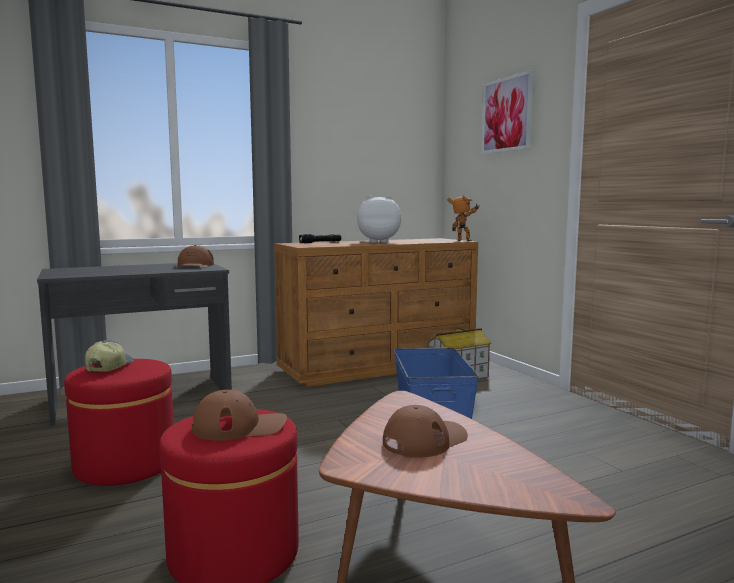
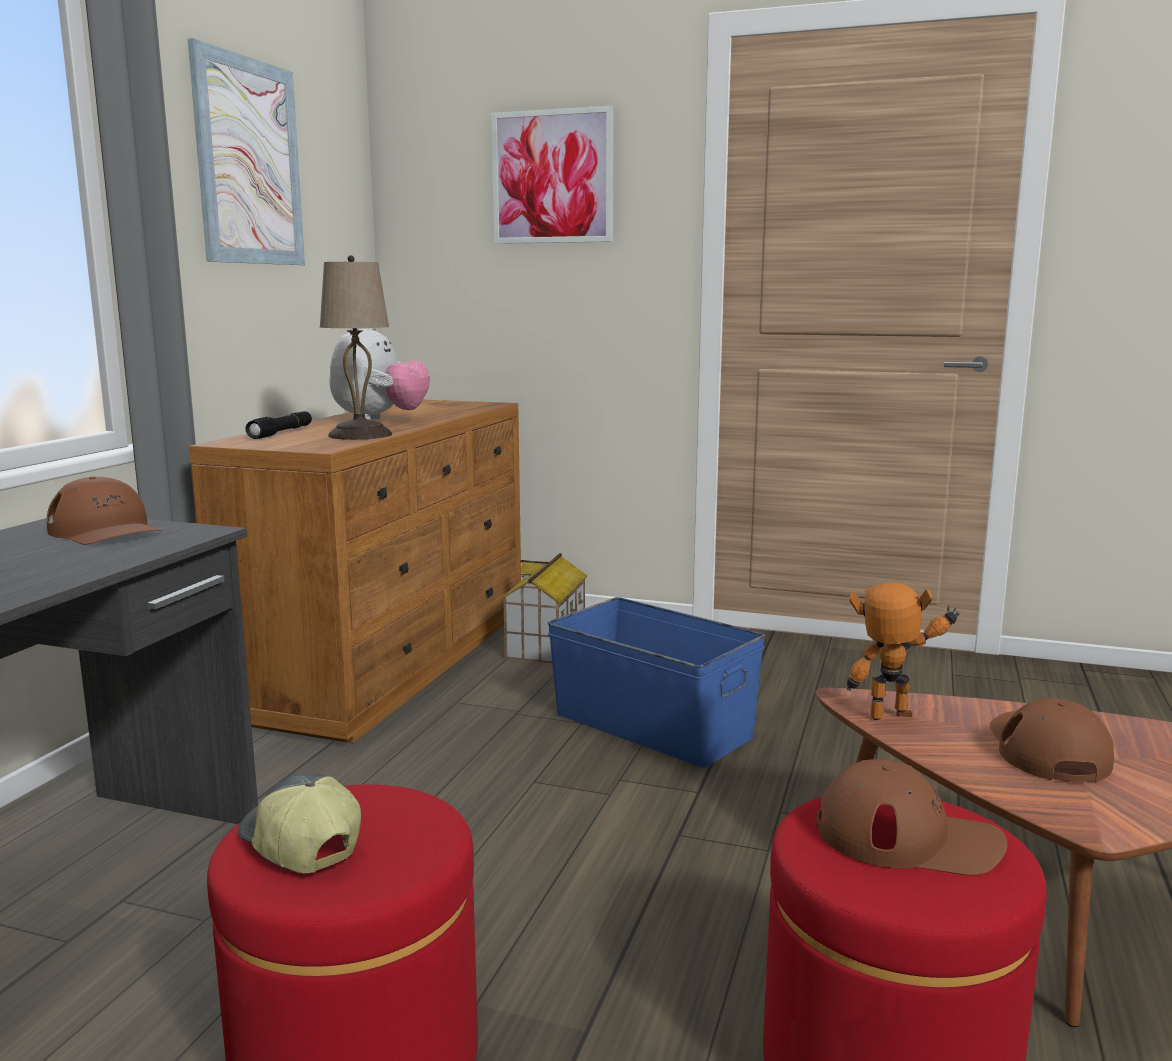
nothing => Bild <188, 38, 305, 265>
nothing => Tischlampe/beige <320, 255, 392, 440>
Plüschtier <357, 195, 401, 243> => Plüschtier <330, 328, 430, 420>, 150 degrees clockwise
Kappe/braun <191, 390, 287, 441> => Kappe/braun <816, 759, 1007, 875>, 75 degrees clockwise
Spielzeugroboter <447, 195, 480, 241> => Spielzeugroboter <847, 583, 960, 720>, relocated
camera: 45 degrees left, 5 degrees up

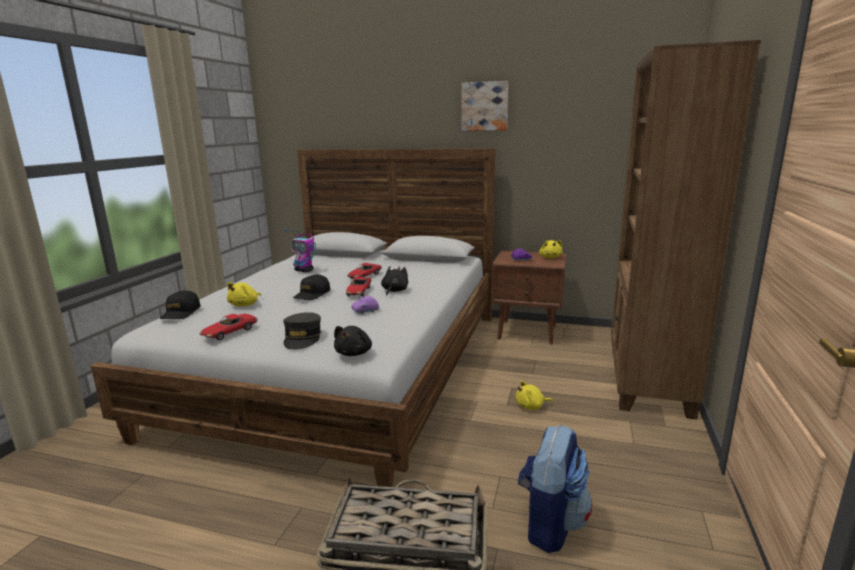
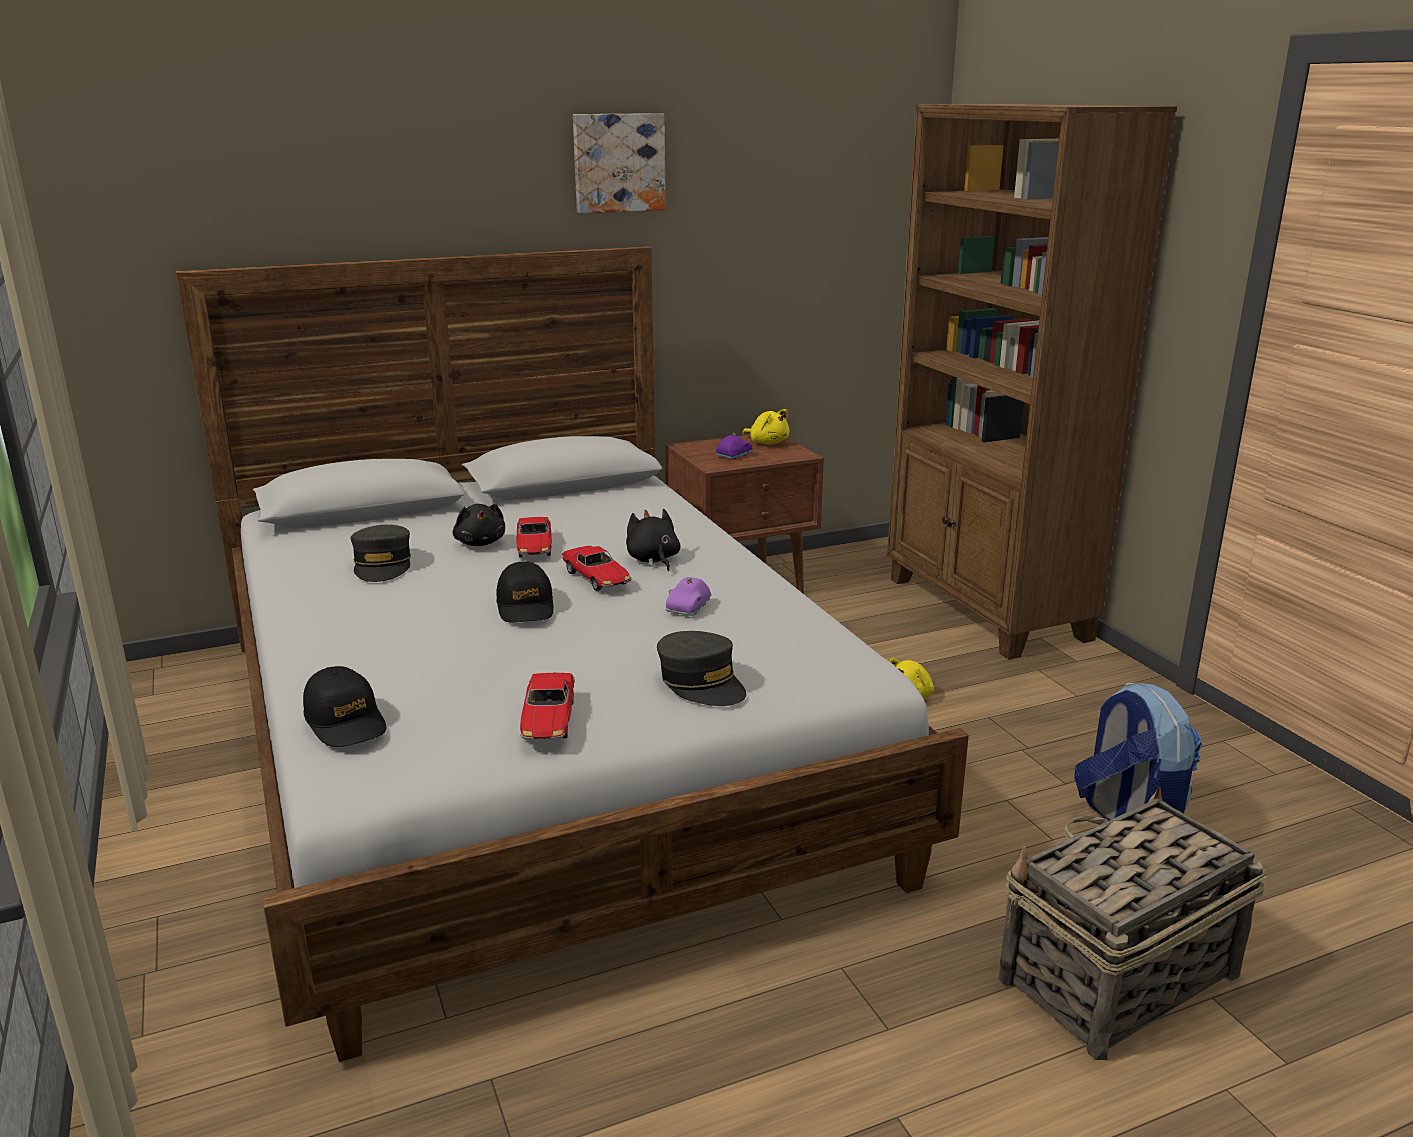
Spielzeugroboter <285, 229, 316, 272> => Kappe/grau <351, 525, 411, 582>
Plüschtier/schwarz <334, 326, 372, 356> => Plüschtier/schwarz <453, 504, 505, 546>, relocated
Plüschtier/gelb <227, 282, 261, 306> => nothing
camera: 40 degrees left, 5 degrees up

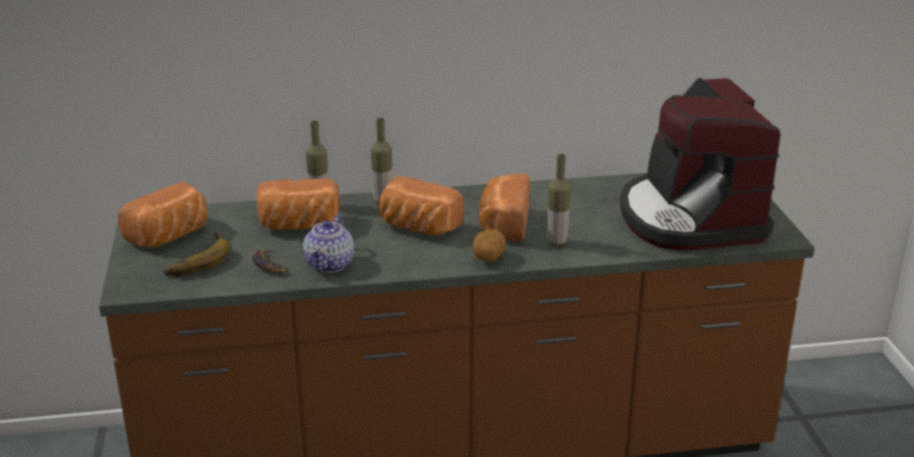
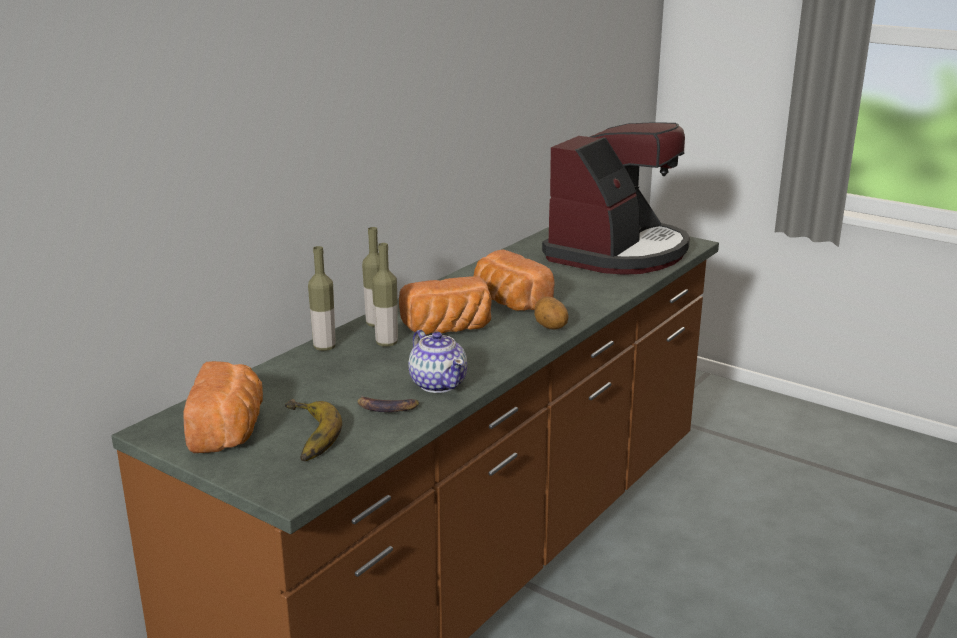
Flasche <547, 154, 571, 246> => Flasche <372, 243, 398, 347>, relocated
Kaffeemaschine <620, 78, 781, 251> => Kaffeemaschine <542, 122, 690, 275>, 90 degrees counterclockwise
Brot <257, 179, 340, 230> => nothing
camera: 45 degrees left, 5 degrees down

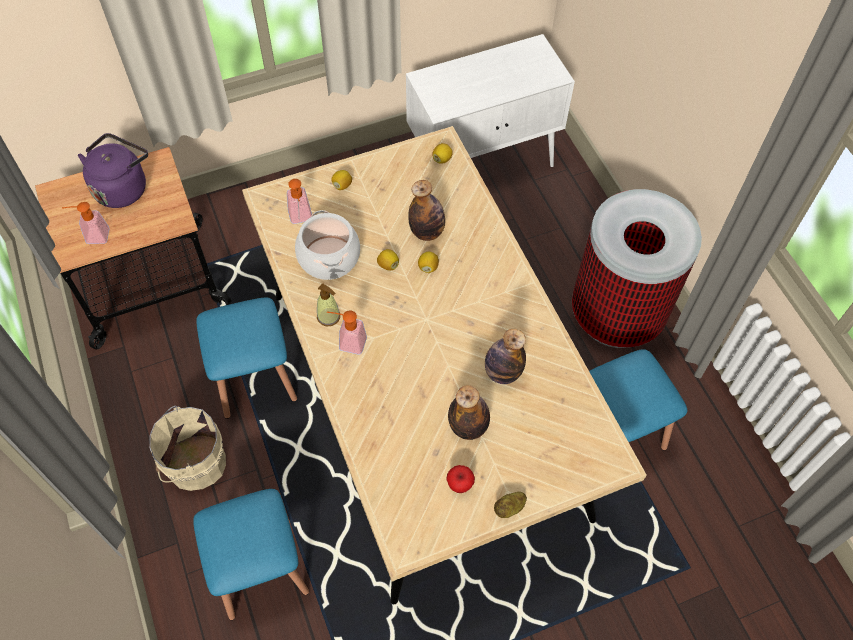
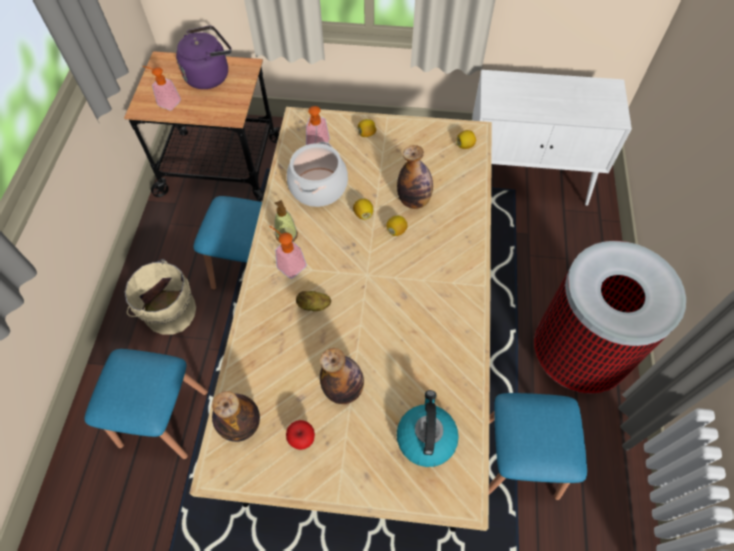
Flasche <485, 329, 526, 384> => Flasche <212, 391, 260, 442>, relocated
Kartoffel <494, 492, 527, 518> => Kartoffel <296, 291, 331, 311>, relocated
nothing => Wasserkessel <397, 390, 459, 467>
camera: 30 degrees right, 0 degrees up

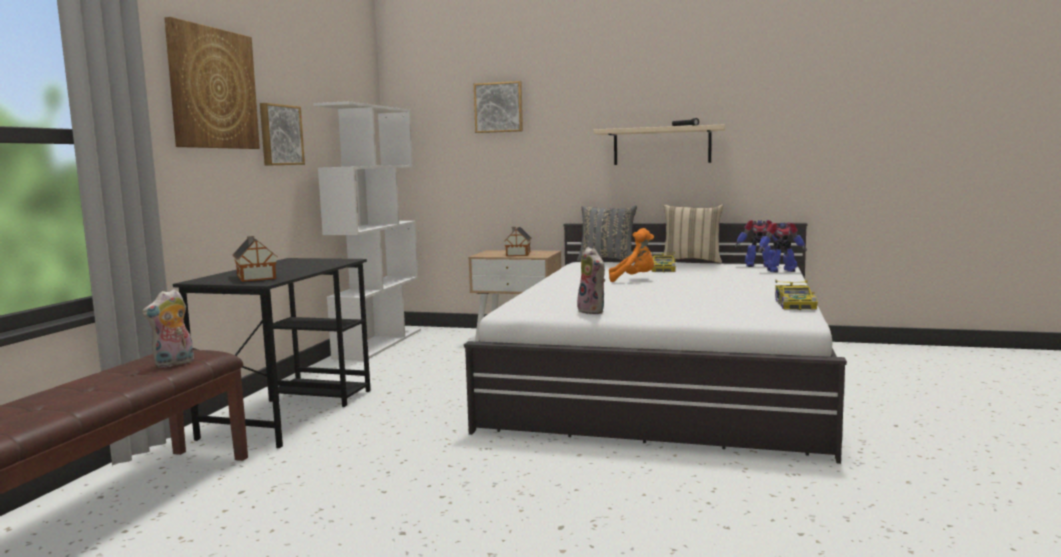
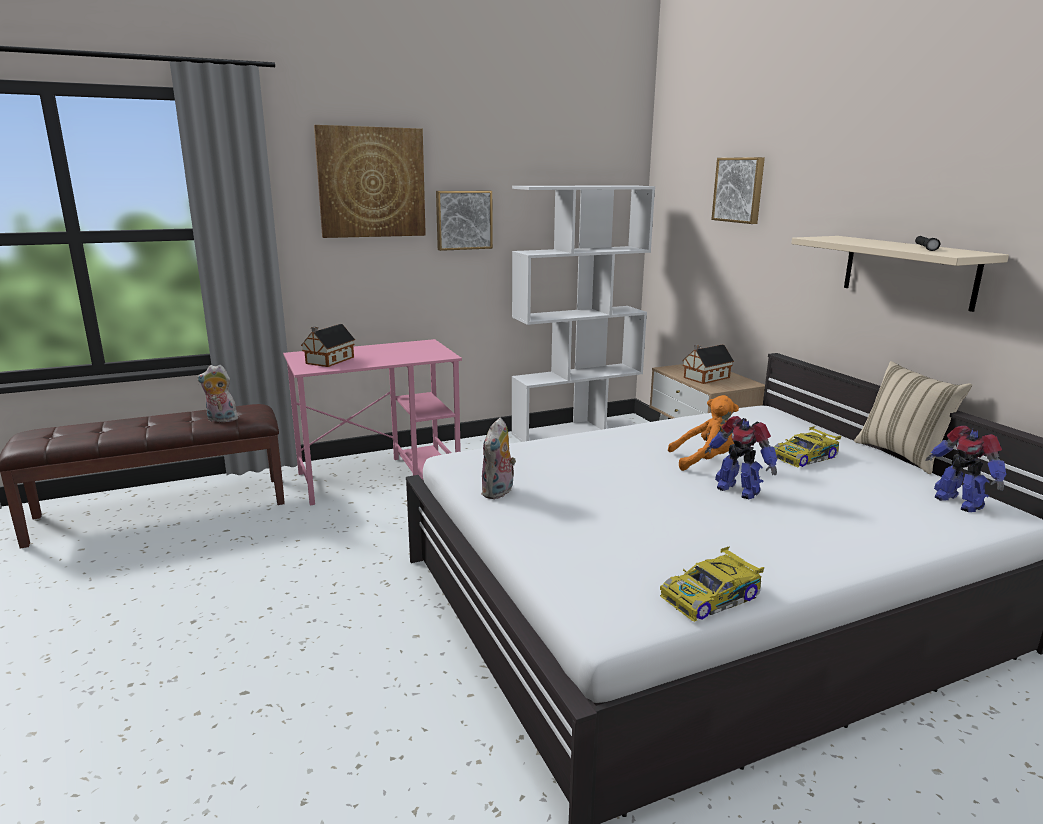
Schreibtisch/schwarz <173, 258, 371, 448> => Schreibtisch/rosa <283, 339, 462, 506>
Plüschtier/orange <609, 228, 654, 282> => Plüschtier/orange <668, 395, 739, 471>, 60 degrees counterclockwise
Spielzeugroboter <758, 222, 807, 273> => Spielzeugroboter <705, 416, 778, 499>, relocated
Kissen/grau <577, 206, 637, 261> => nothing
camera: 50 degrees right, 10 degrees up

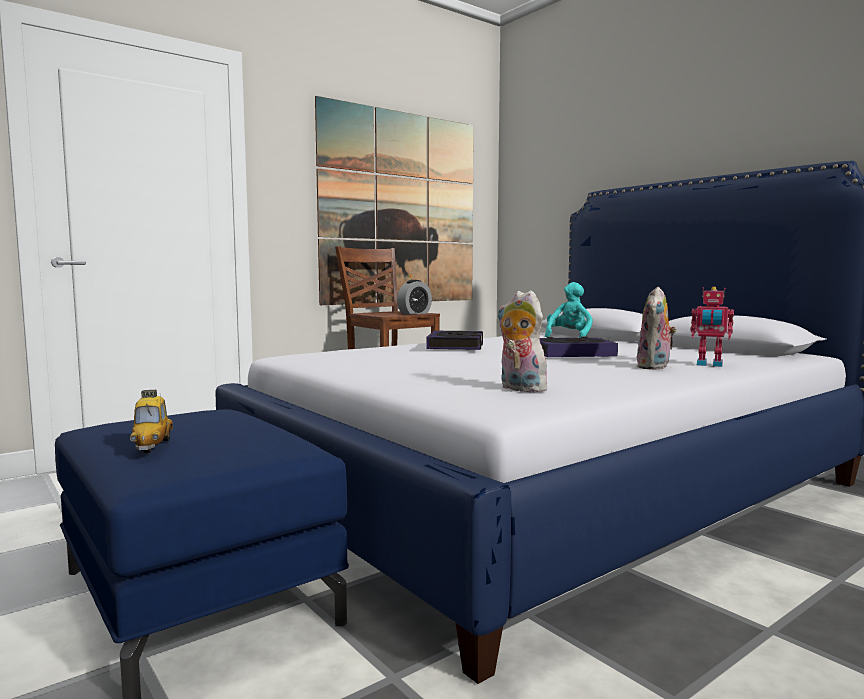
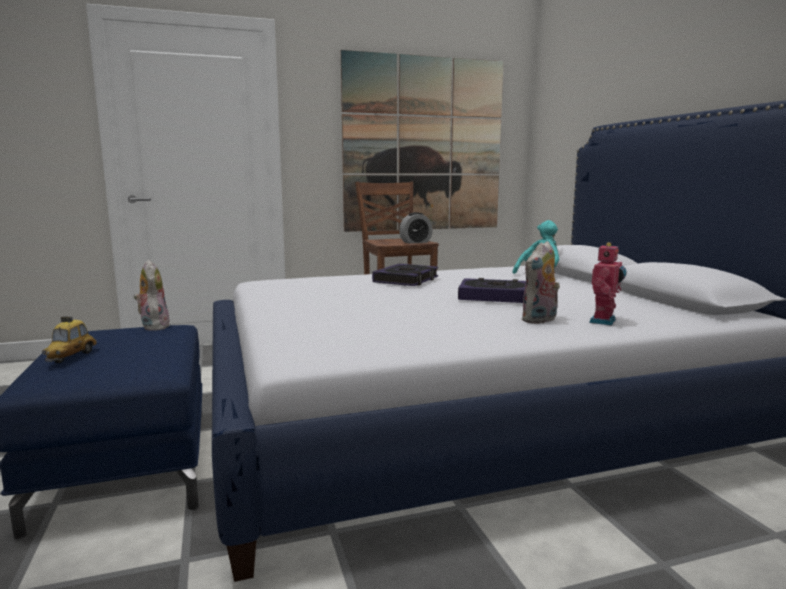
Plüschtier <497, 290, 552, 392> => Plüschtier <134, 260, 170, 331>, relocated
Spielzeugroboter <691, 287, 734, 367> => Spielzeugroboter <589, 242, 627, 326>, 105 degrees counterclockwise
camera: 20 degrees right, 5 degrees up

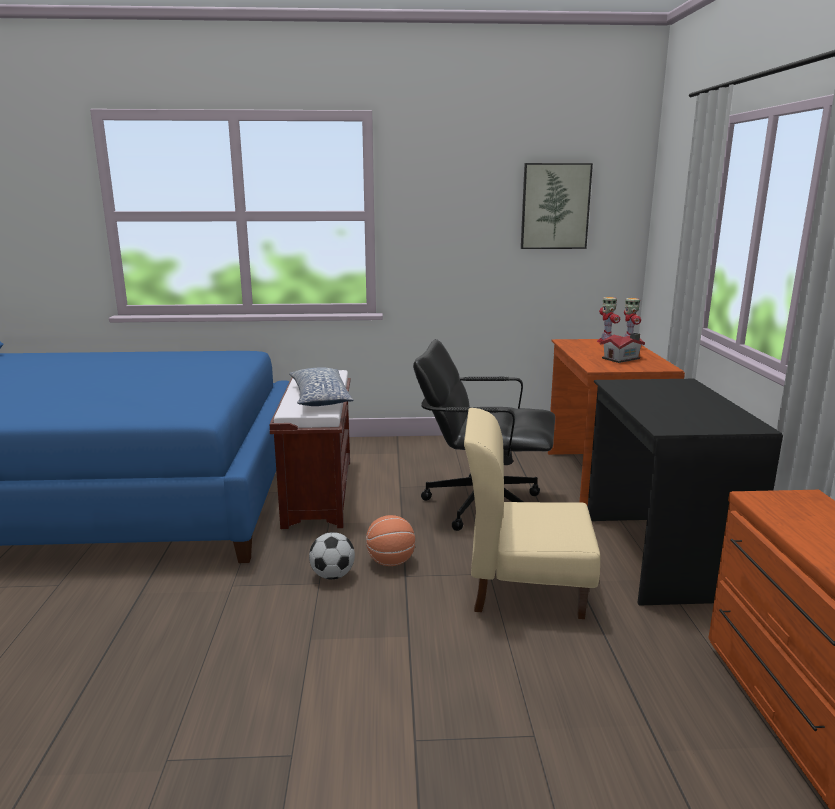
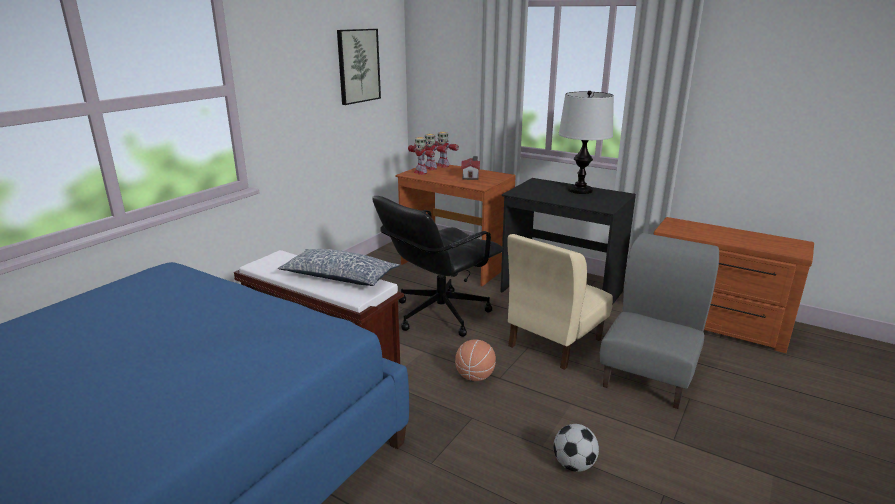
nothing => Spielzeugroboter <408, 137, 435, 175>
Fußball <309, 532, 355, 580> => Fußball <553, 424, 599, 472>, relocated
nothing => Tischlampe <559, 91, 614, 194>
nothing => Stuhl/grau <600, 233, 719, 409>
camera: 55 degrees left, 5 degrees up

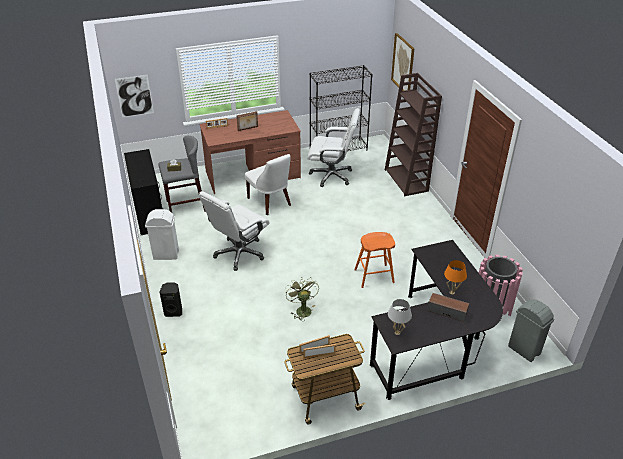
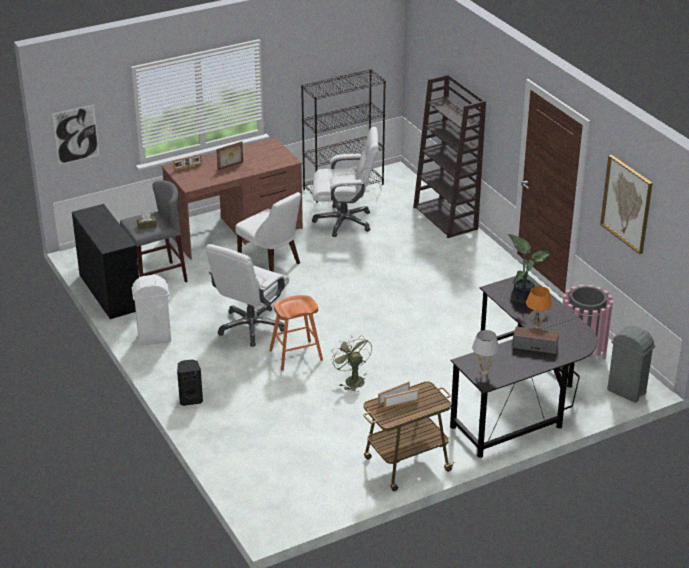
Hocker/orange <354, 232, 395, 288> => Hocker/orange <269, 295, 323, 371>, relocated
nothing => Topfpflanze <507, 234, 551, 305>
Bild <391, 33, 414, 91> => Bild <600, 155, 653, 254>, relocated
camera: 10 degrees left, 5 degrees down

